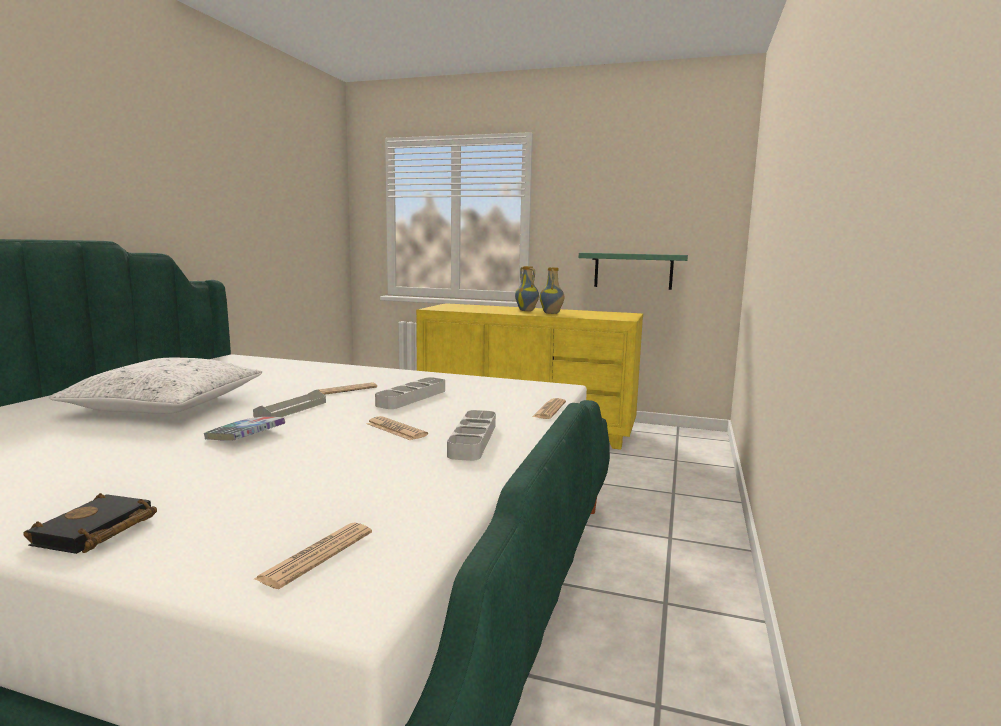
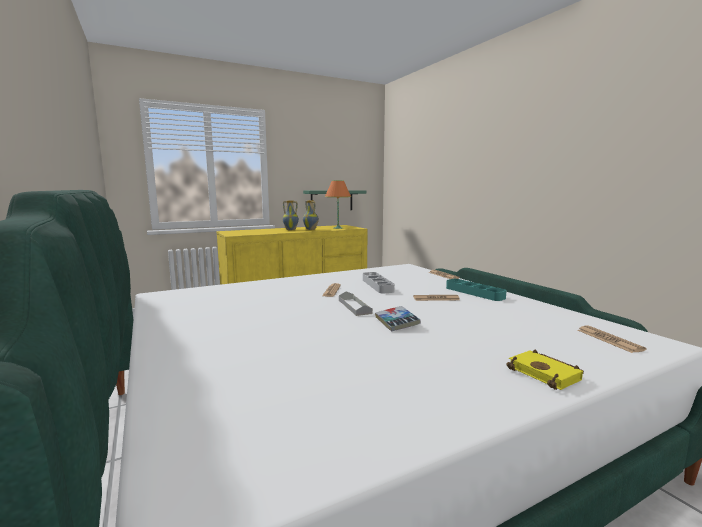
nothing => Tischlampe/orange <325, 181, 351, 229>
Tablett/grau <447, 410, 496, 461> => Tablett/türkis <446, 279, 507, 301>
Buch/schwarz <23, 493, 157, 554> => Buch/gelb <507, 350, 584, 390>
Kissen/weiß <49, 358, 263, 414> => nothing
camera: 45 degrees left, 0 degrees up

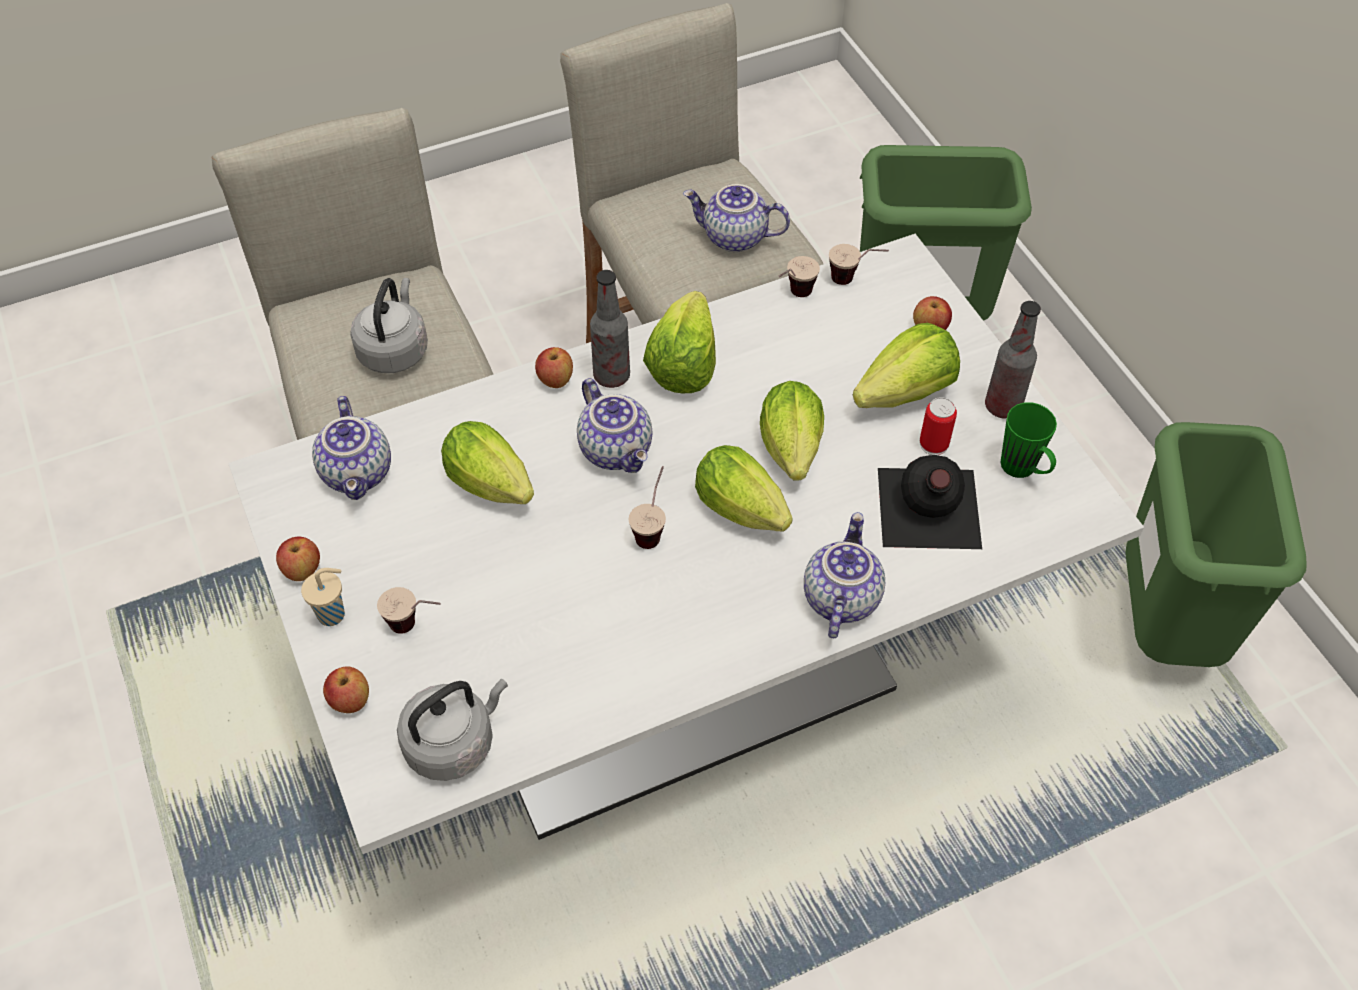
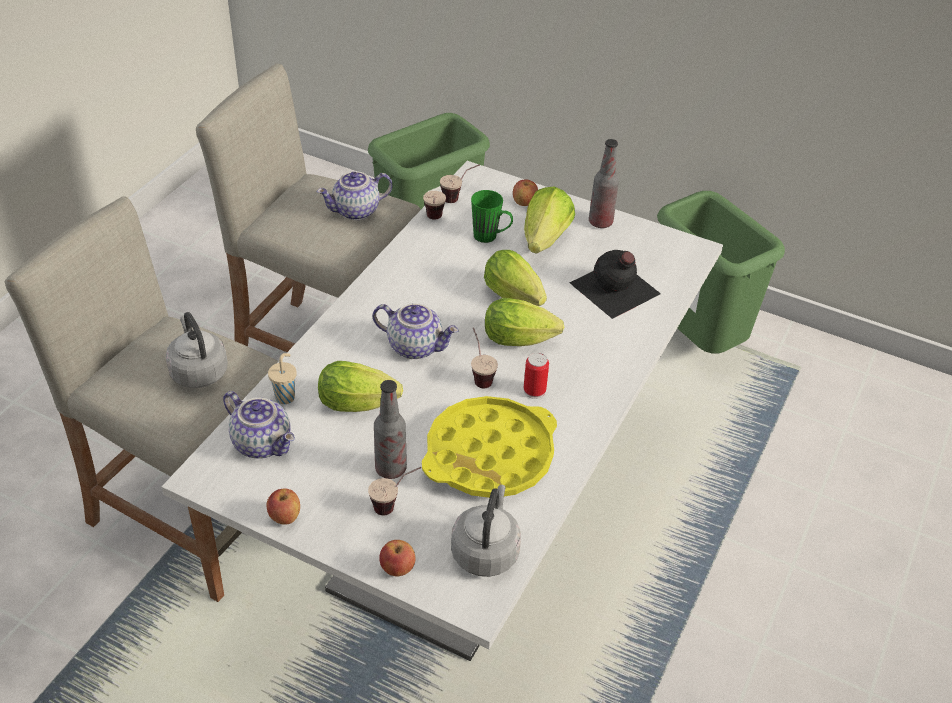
Tasse/beige <301, 568, 345, 626> => Tasse/beige <268, 353, 296, 404>, relocated
Flasche <590, 270, 630, 388> => Flasche <374, 380, 407, 479>, relocated
nothing => Tablett/gelb <422, 396, 557, 498>
Henkelbecher/grün <1001, 402, 1057, 478> => Henkelbecher/grün <471, 190, 513, 243>, relocated
Dose <920, 397, 957, 455> => Dose <524, 352, 549, 399>, relocated
Apfel <535, 347, 573, 388> => nothing
Salatkopf <643, 291, 716, 393> => nothing
Teekanne <804, 512, 885, 638> => nothing
camera: 40 degrees left, 10 degrees down

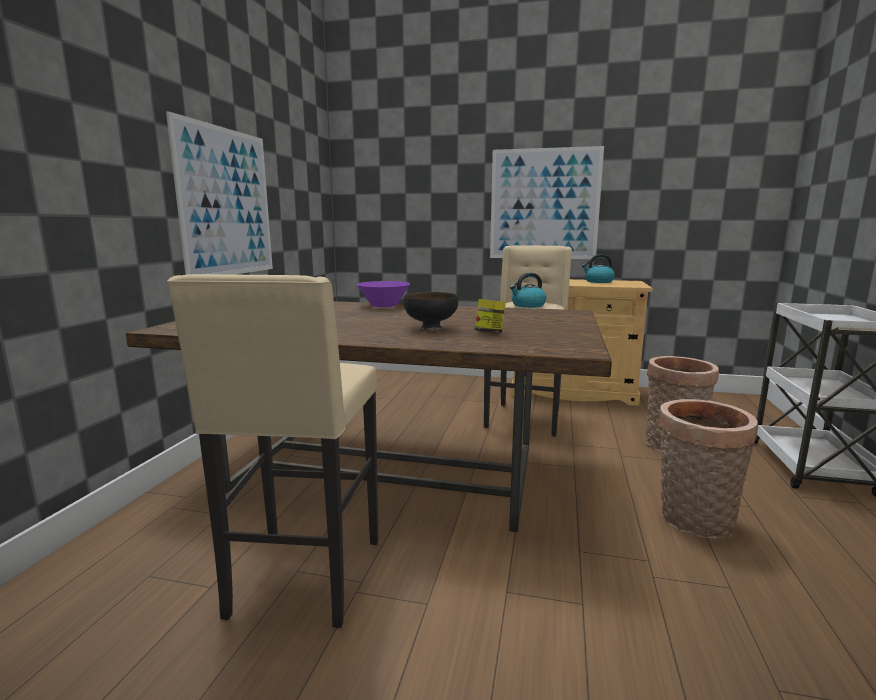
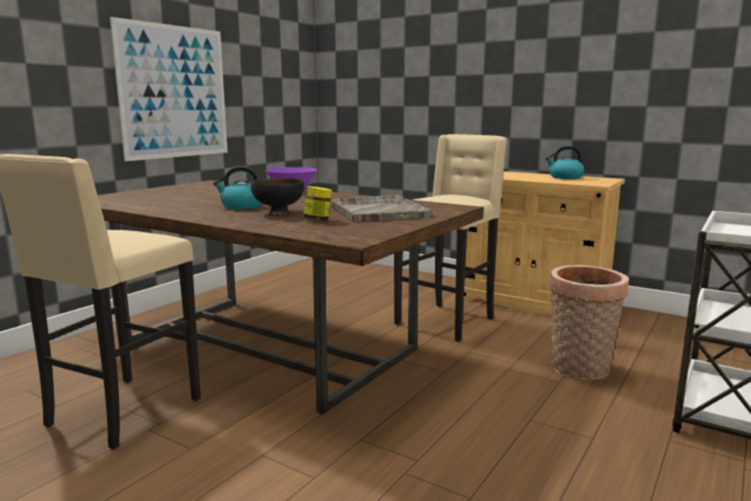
Wasserkessel <510, 273, 547, 308> => Wasserkessel <213, 166, 262, 209>, relocated
nothing => Tablett/grau <330, 195, 432, 222>
Bild <490, 146, 604, 259> => nothing
Korb <658, 399, 758, 539> => nothing
camera: 20 degrees right, 0 degrees up

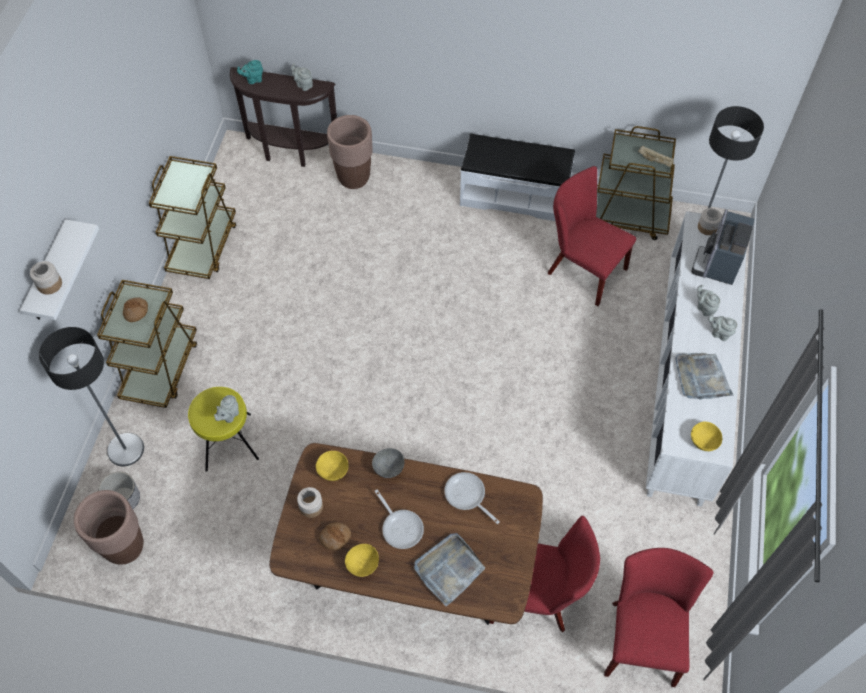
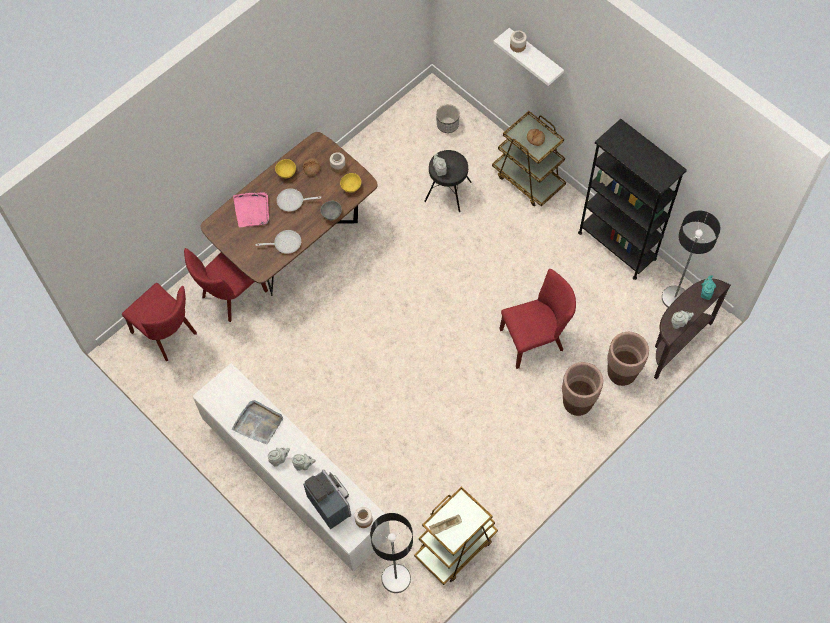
Tablett/grau <414, 533, 485, 606> => Tablett/rosa <233, 192, 269, 227>
Hocker/gelb <188, 387, 259, 472> => Hocker/schwarz <424, 150, 472, 212>
Stuhl/rot <548, 166, 636, 306> => Stuhl/rot <499, 269, 576, 369>, relocated
Pflanzkübel/braun <74, 490, 144, 565> => Pflanzkübel/braun <562, 362, 603, 416>, relocated
Rollwagen/braun <149, 156, 237, 279> => Bücherregal/schwarz <578, 119, 687, 280>
Stehlampe <39, 327, 144, 466> => Stehlampe <662, 211, 720, 307>, relocated
Bank/weiß <460, 134, 575, 221> => nothing
Schüssel/gelb <691, 422, 722, 451> => nothing
camera: 125 degrees right, 5 degrees up

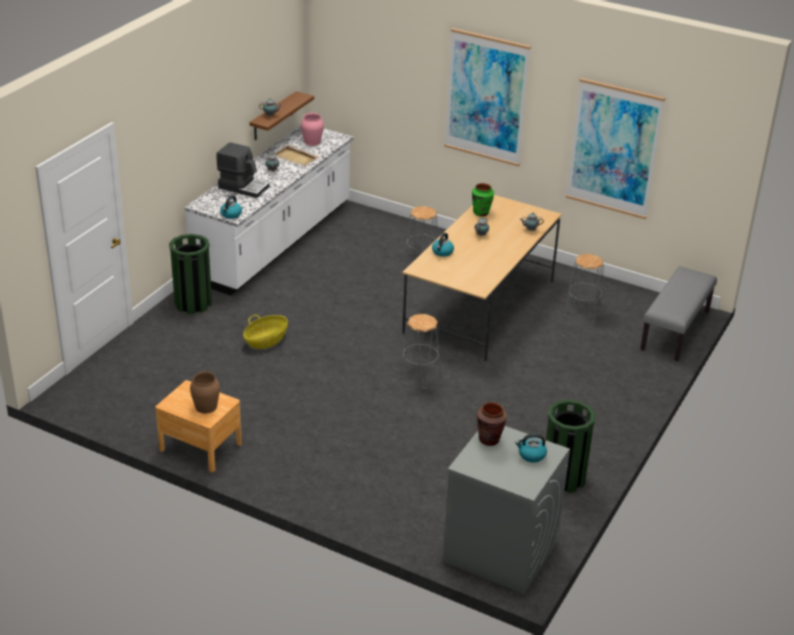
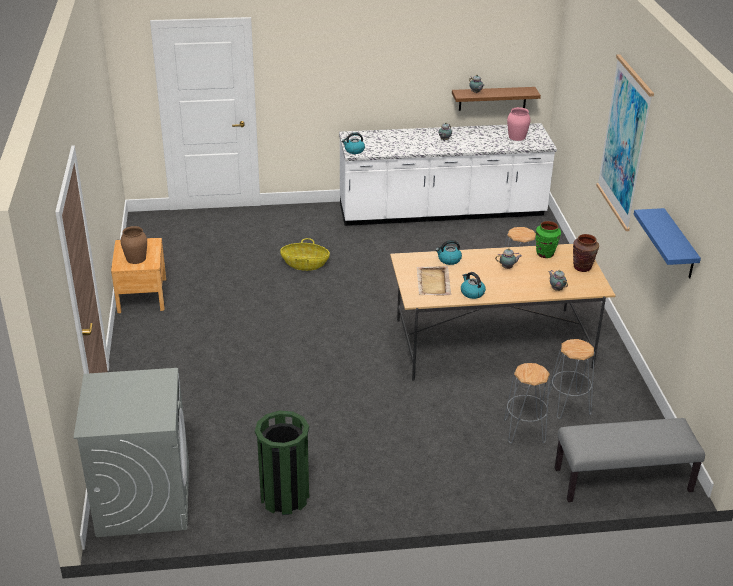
Tablett/beige <274, 145, 320, 166> => Tablett/beige <416, 266, 451, 295>, relocated
Wasserkessel <515, 434, 547, 462> => Wasserkessel <461, 272, 486, 299>, relocated
Hocker/grau <399, 314, 441, 389> => Hocker/grau <504, 363, 550, 443>, relocated
Vase/braun <477, 402, 507, 446> => Vase/braun <573, 234, 599, 272>, relocated
Bild <566, 78, 665, 219> => Wandregal/blau <634, 208, 701, 278>
Mülleimer/grün <169, 234, 212, 314> => nothing
Kaffeemaschine <216, 142, 270, 198> => nothing
camera: 55 degrees right, 0 degrees up

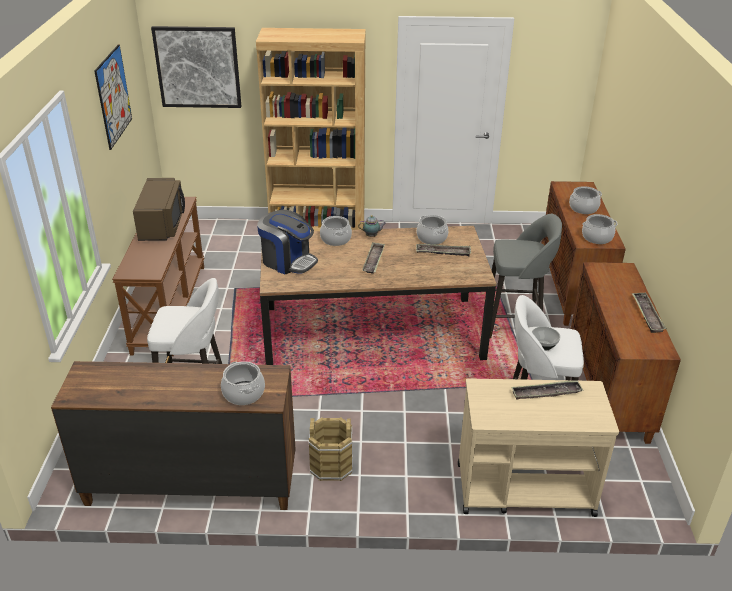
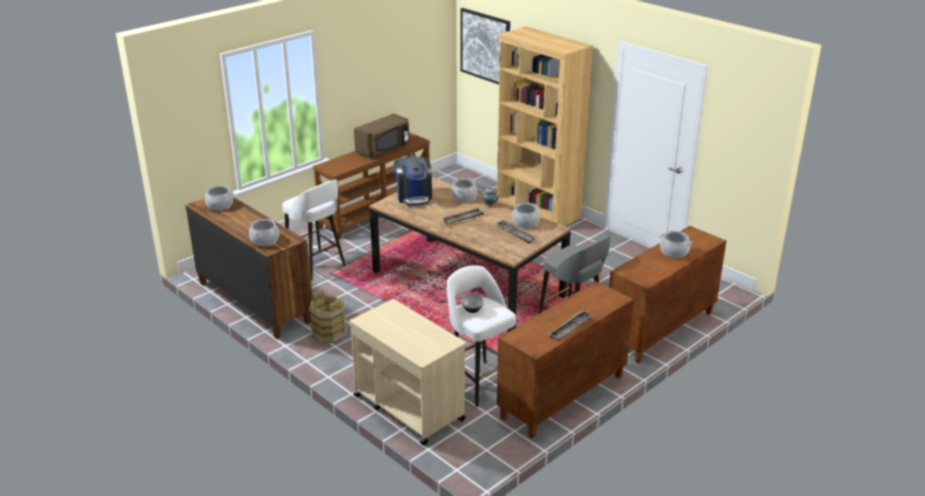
Kochtopf <582, 214, 618, 244> => Kochtopf <205, 185, 233, 210>, relocated
Bild <94, 44, 132, 150> => nothing
Tablett <511, 380, 584, 400> => nothing
camera: 45 degrees right, 5 degrees down

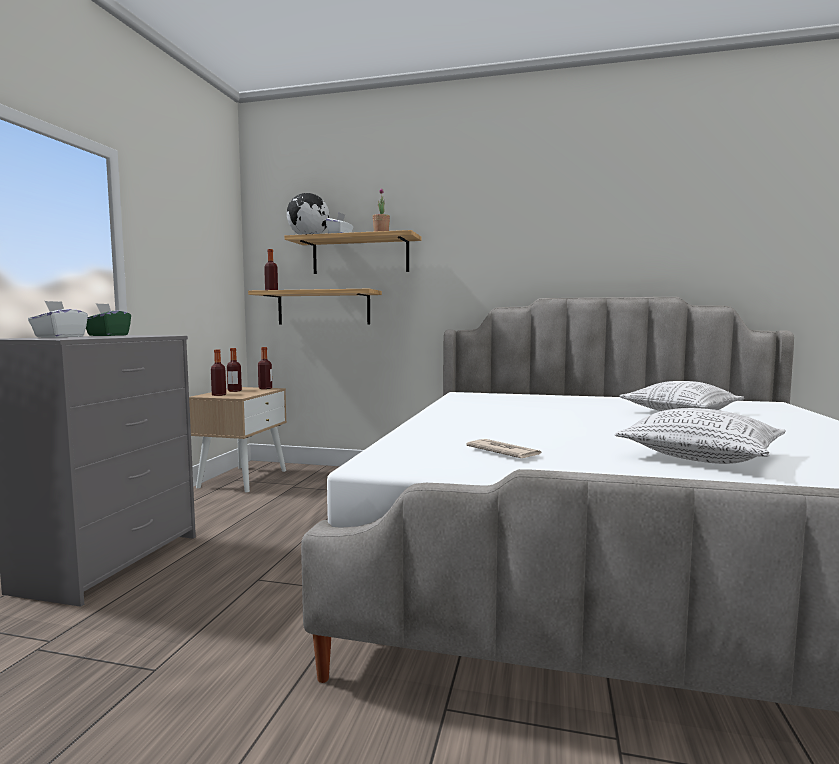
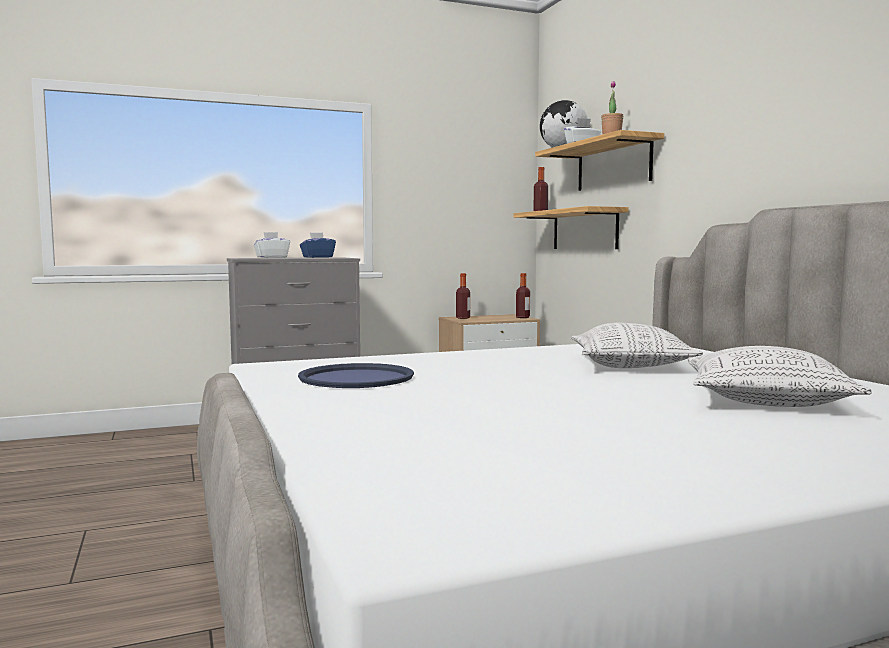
Zeitung <466, 439, 541, 458> => Tablett/blau <298, 363, 414, 388>
Taschentuchbox/grün <86, 303, 131, 336> => Taschentuchbox/blau <300, 233, 336, 258>
Kissen <615, 408, 786, 464> => Kissen <571, 323, 703, 368>, relocated
Flasche <227, 348, 242, 392> => nothing
camera: 55 degrees right, 0 degrees up

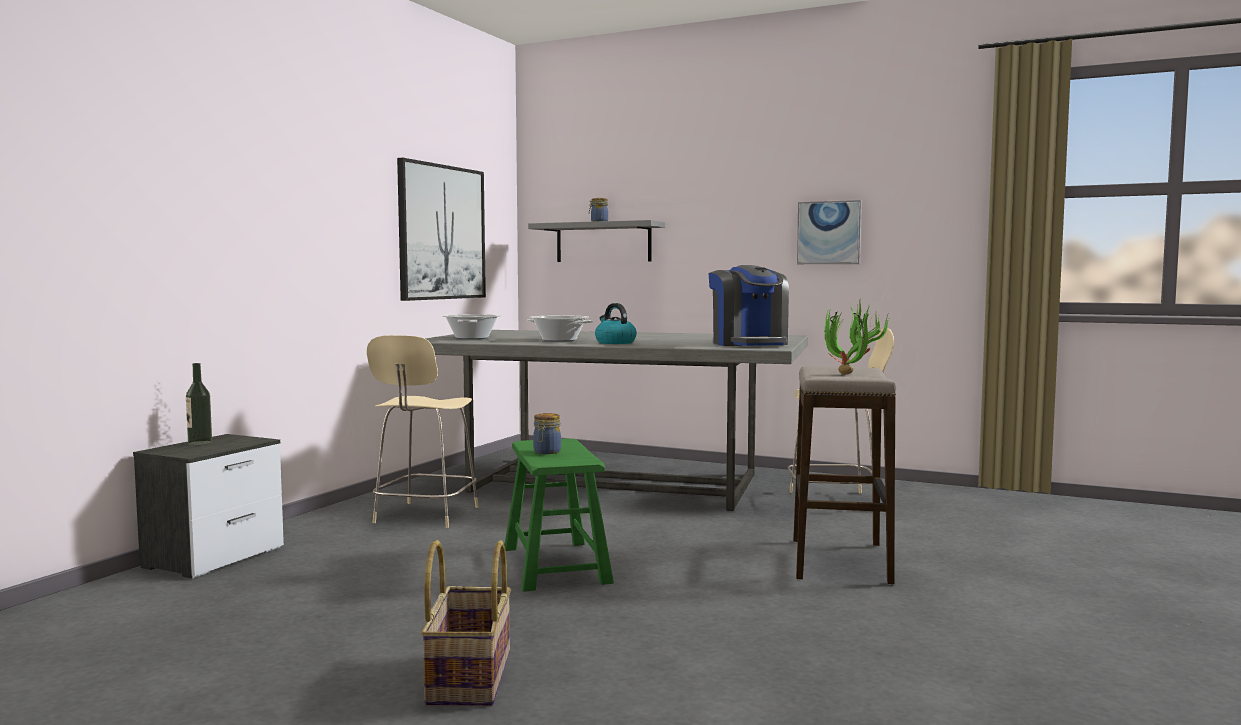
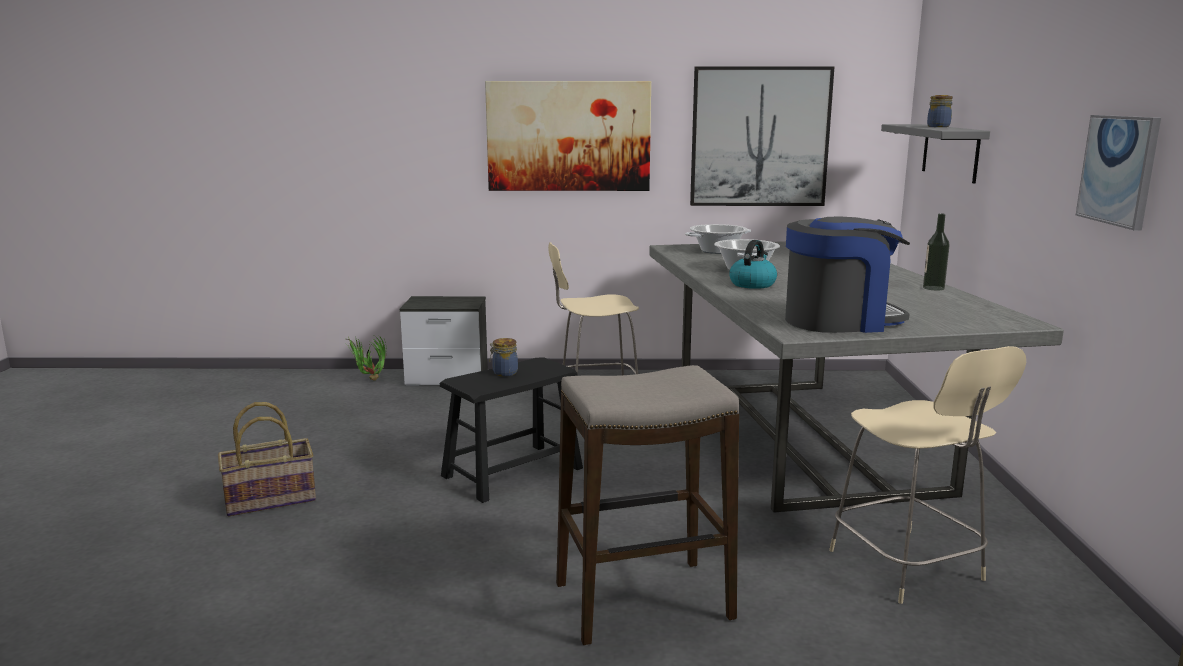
Topfpflanze <825, 301, 890, 375> => Topfpflanze <344, 335, 387, 381>, relocated
Hocker/grün <504, 438, 614, 592> => Hocker/schwarz <440, 358, 583, 503>
nothing => Bild <485, 81, 651, 191>
Kaffeemaschine <709, 265, 789, 346> => Kaffeemaschine <785, 217, 910, 333>, 150 degrees counterclockwise
Flasche <186, 363, 212, 445> => Flasche <923, 213, 950, 291>, relocated
camera: 65 degrees right, 10 degrees up

